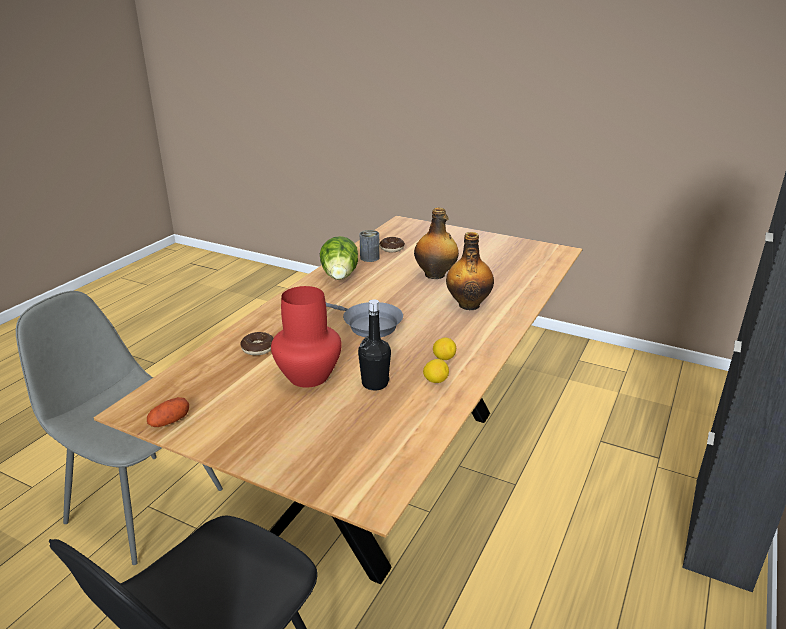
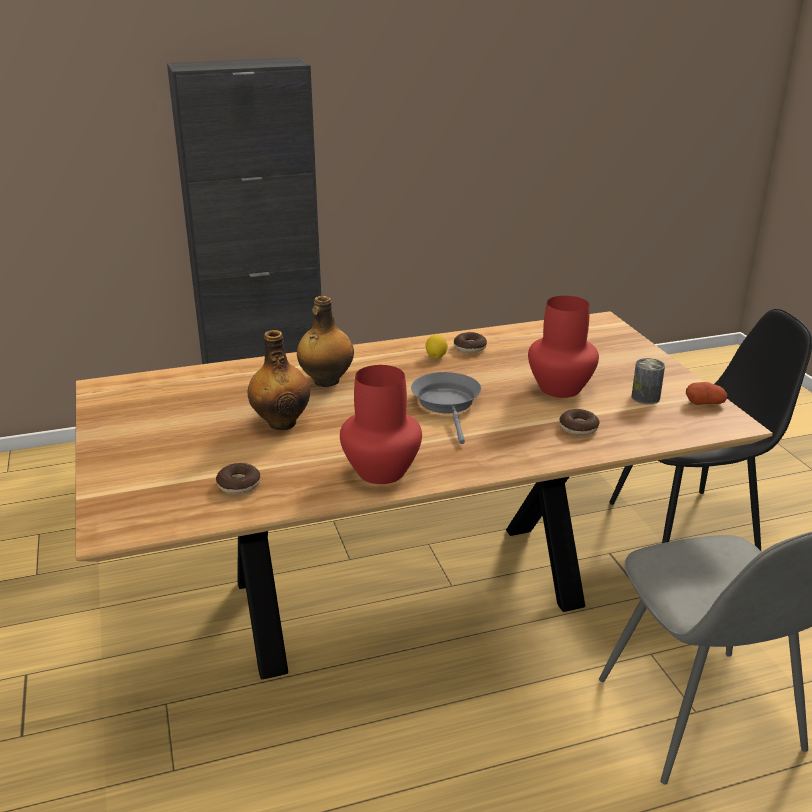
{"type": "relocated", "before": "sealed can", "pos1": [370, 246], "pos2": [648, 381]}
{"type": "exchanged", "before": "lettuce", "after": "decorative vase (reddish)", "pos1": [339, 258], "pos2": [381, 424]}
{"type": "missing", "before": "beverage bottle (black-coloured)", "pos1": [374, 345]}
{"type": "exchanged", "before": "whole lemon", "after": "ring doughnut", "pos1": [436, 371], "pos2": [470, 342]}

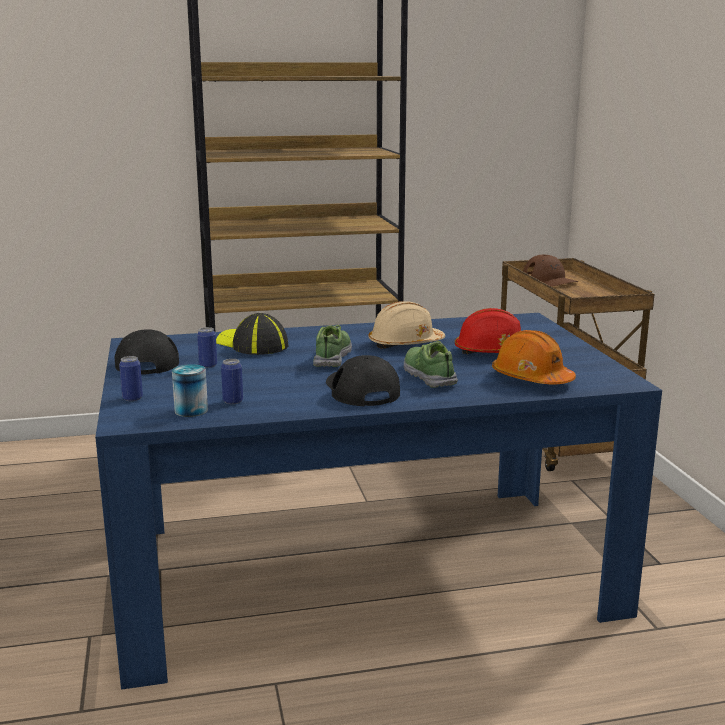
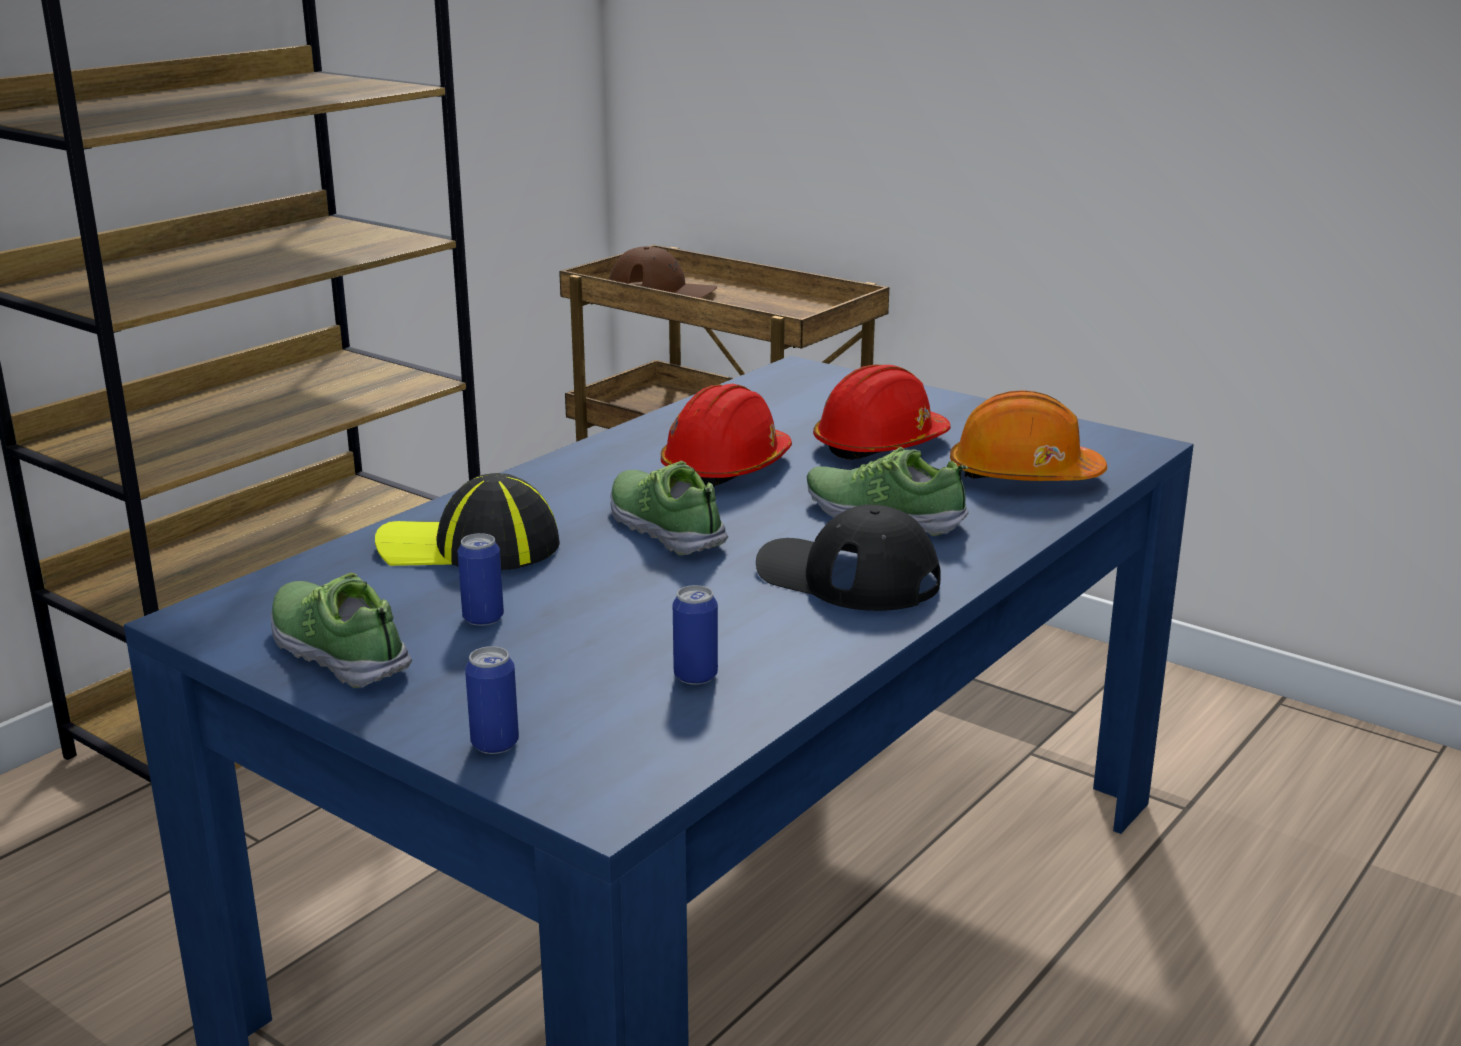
{"type": "colour", "before": "safety helmet (sand-coloured)", "after": "safety helmet (reddish)", "pos1": [406, 325], "pos2": [726, 435]}
{"type": "exchanged", "before": "peaked cap (black-coloured)", "after": "shoe", "pos1": [146, 352], "pos2": [341, 630]}
{"type": "missing", "before": "sealed can", "pos1": [190, 390]}

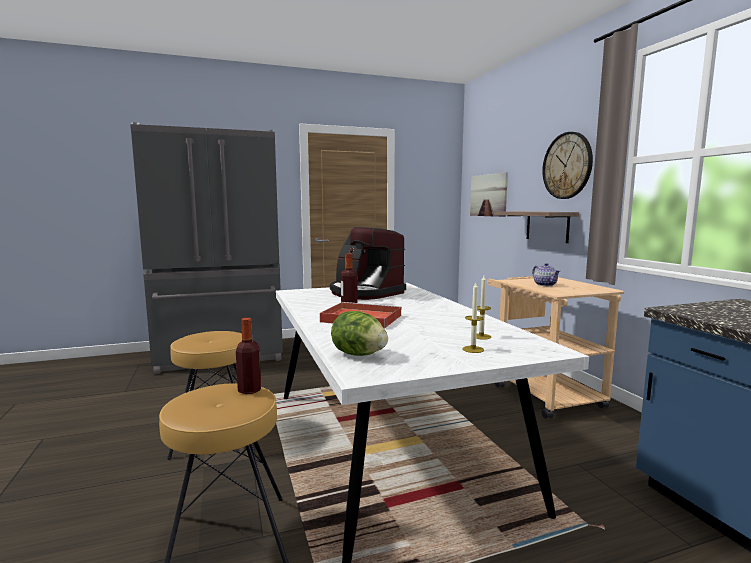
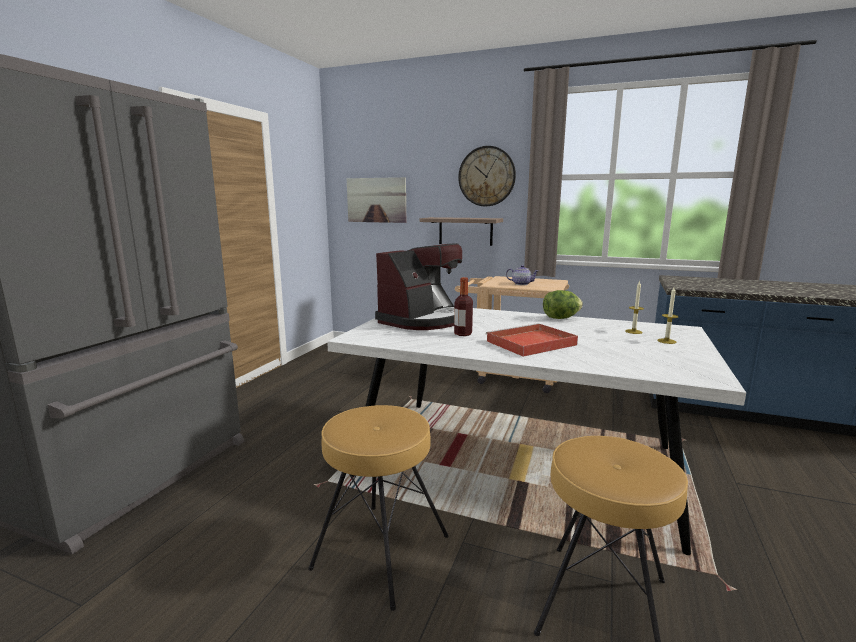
{"type": "spun", "before": "coffee maker", "pos1": [368, 263], "pos2": [418, 286], "turn": -45}
{"type": "relocated", "before": "lettuce", "pos1": [359, 333], "pos2": [563, 304]}
{"type": "missing", "before": "beverage bottle", "pos1": [248, 356]}

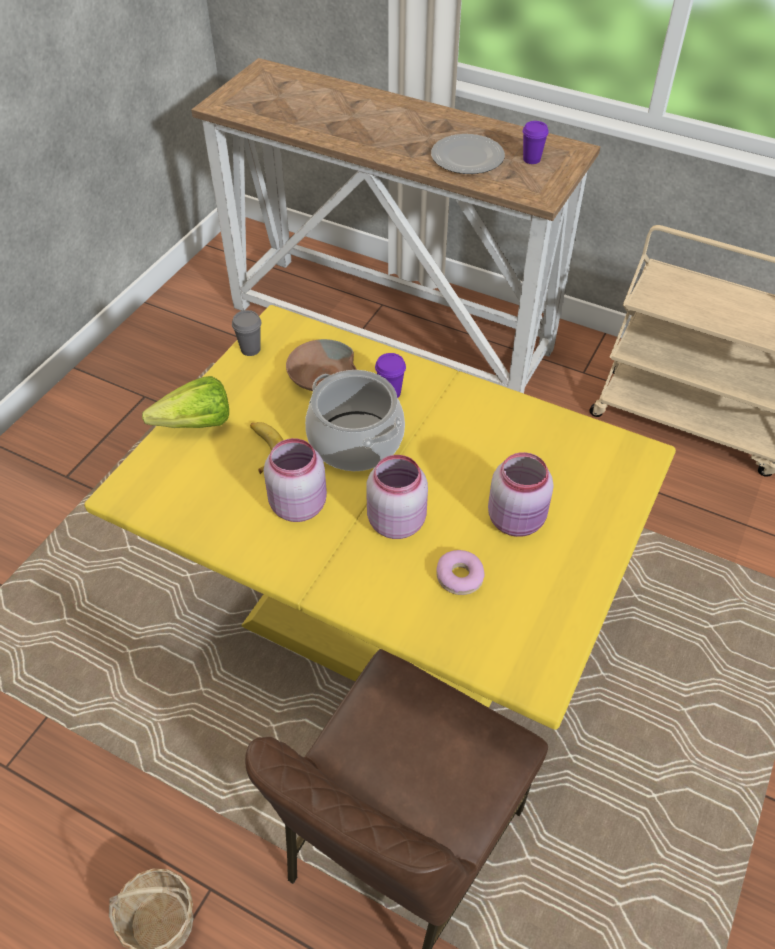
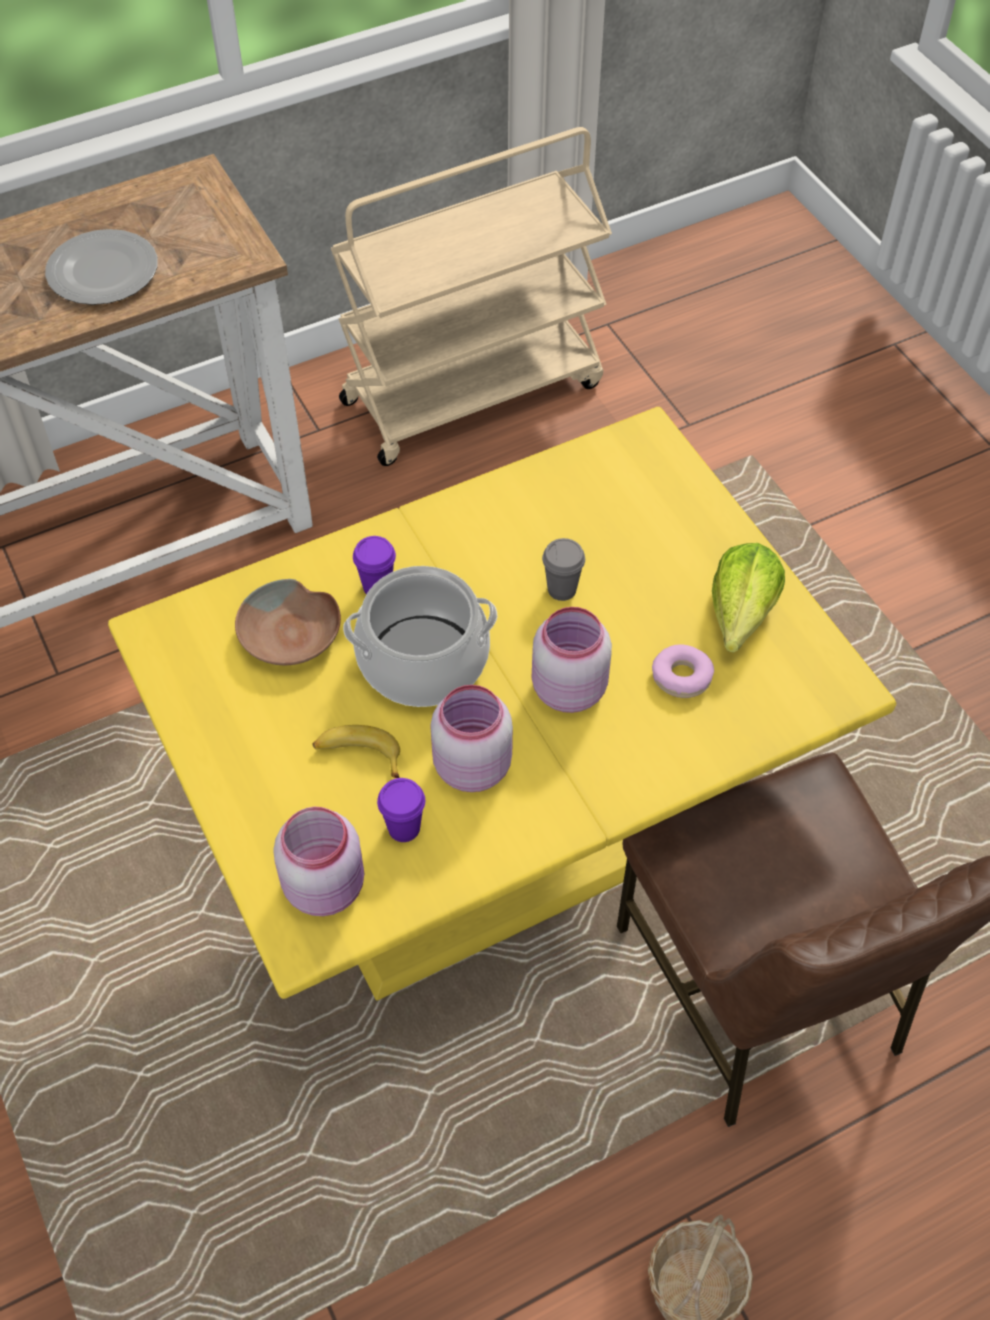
{"type": "relocated", "before": "small cup (purplish)", "pos1": [536, 142], "pos2": [401, 810]}
{"type": "relocated", "before": "small cup (greyish)", "pos1": [247, 333], "pos2": [563, 569]}
{"type": "relocated", "before": "lettuce", "pos1": [185, 402], "pos2": [748, 598]}
{"type": "relocated", "before": "preserve jar (pink-coloured)", "pos1": [521, 494], "pos2": [318, 861]}

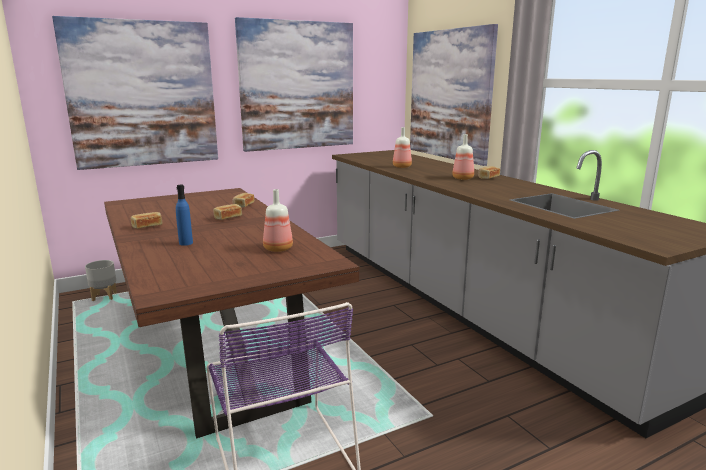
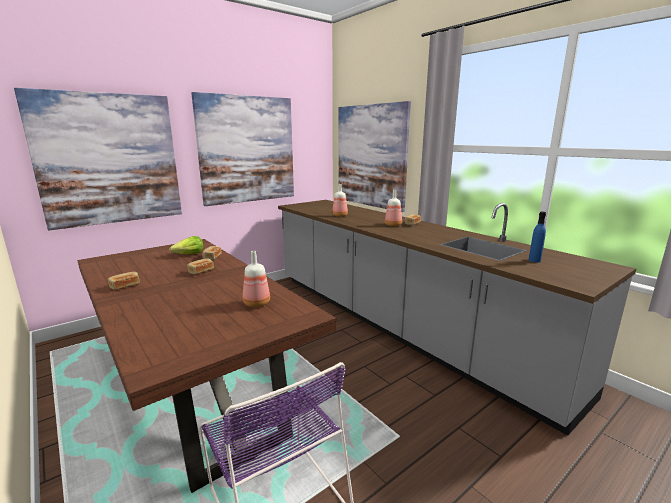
{"type": "relocated", "before": "beverage bottle (blue-coloured)", "pos1": [184, 215], "pos2": [537, 237]}
{"type": "missing", "before": "flower pot (greyish)", "pos1": [101, 280]}
{"type": "appeared", "after": "lettuce", "pos2": [186, 245]}

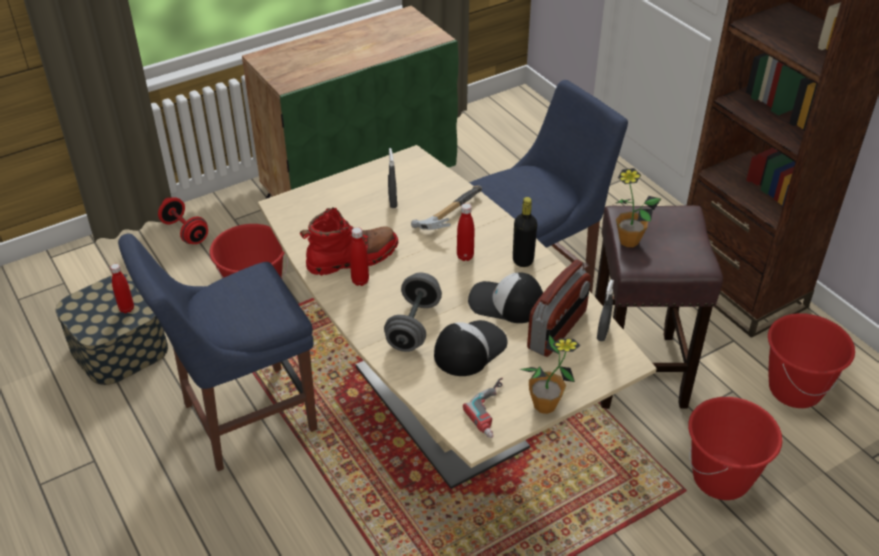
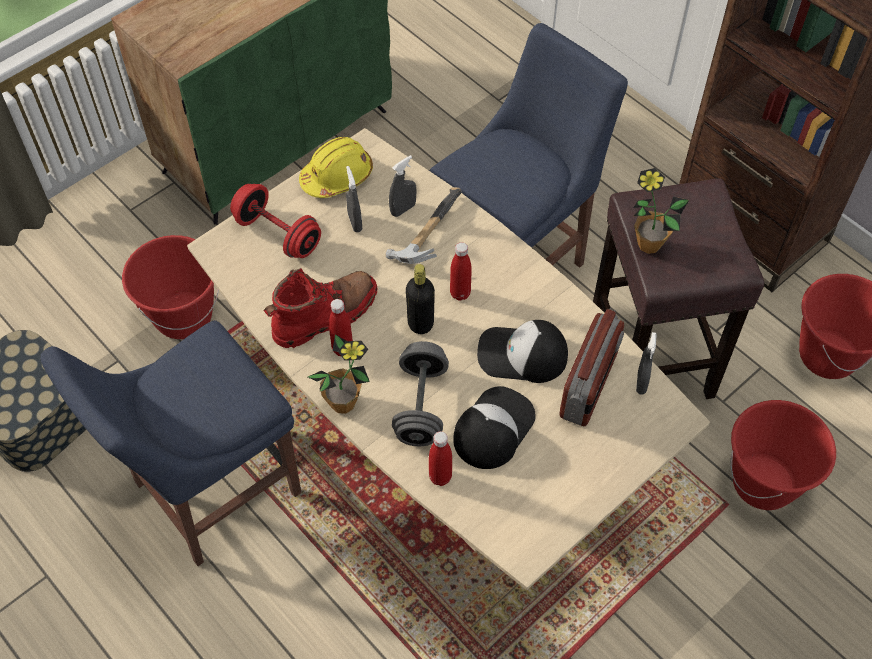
{"type": "relocated", "before": "dumbbell (reddish)", "pos1": [183, 220], "pos2": [275, 221]}
{"type": "relocated", "before": "beverage bottle (black-coloured)", "pos1": [525, 232], "pos2": [420, 299]}
{"type": "relocated", "before": "beverage bottle (reddish)", "pos1": [122, 288], "pos2": [440, 458]}
{"type": "relocated", "before": "houseplant", "pos1": [550, 374], "pos2": [339, 373]}
{"type": "missing", "before": "electric drill", "pos1": [483, 408]}
{"type": "appeared", "after": "safety helmet (yellowish)", "pos2": [336, 167]}
{"type": "appeared", "after": "sprayer (greyish)", "pos2": [402, 186]}

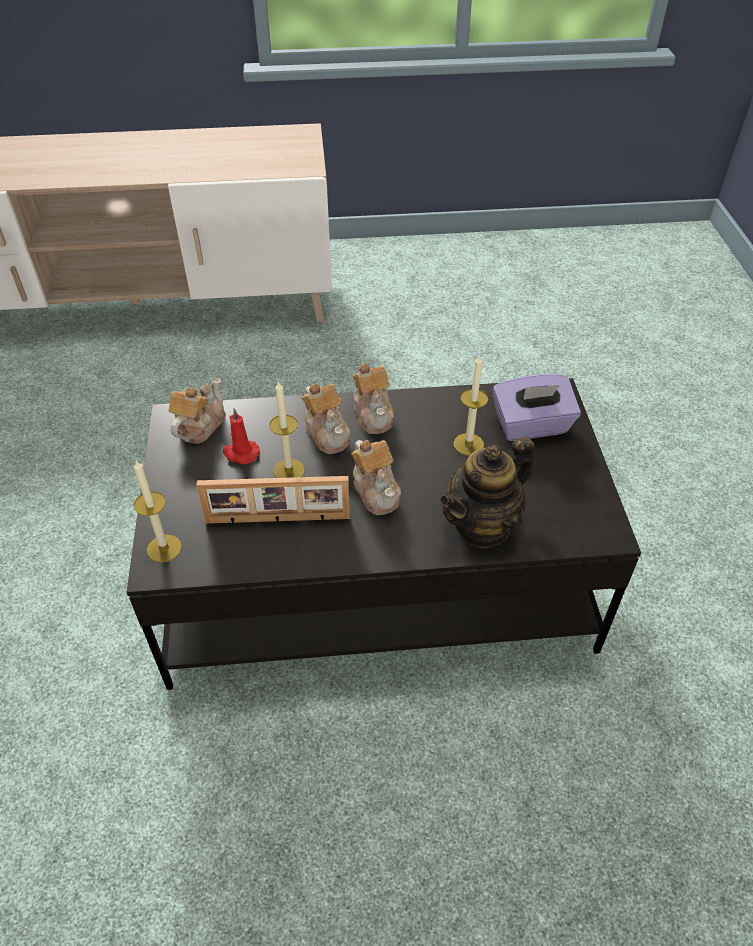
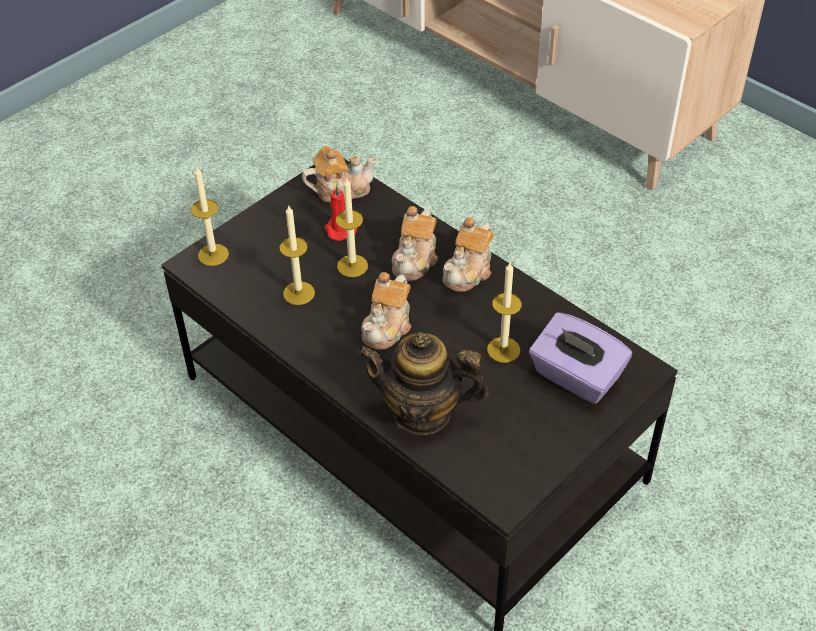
{"type": "exchanged", "before": "standing frame", "after": "wax light", "pos1": [273, 500], "pos2": [297, 255]}

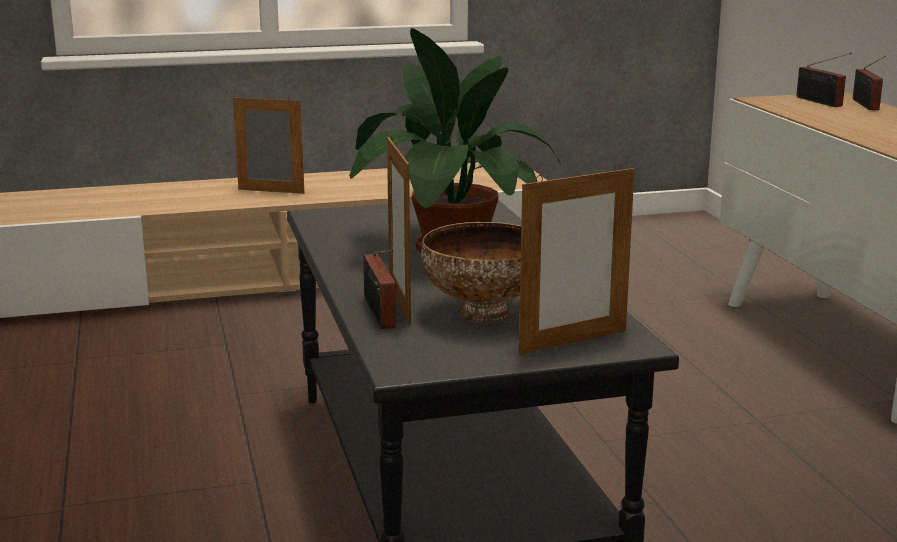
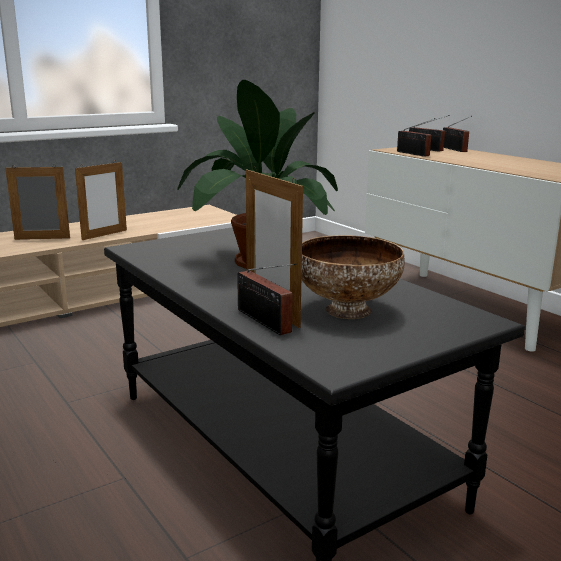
{"type": "relocated", "before": "standing frame", "pos1": [577, 259], "pos2": [101, 200]}
{"type": "appeared", "after": "radio set", "pos2": [416, 137]}

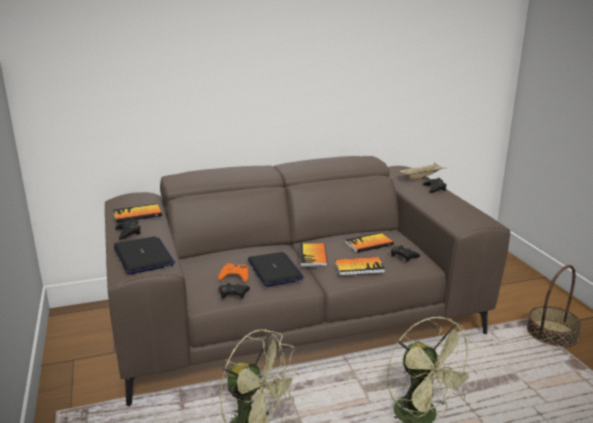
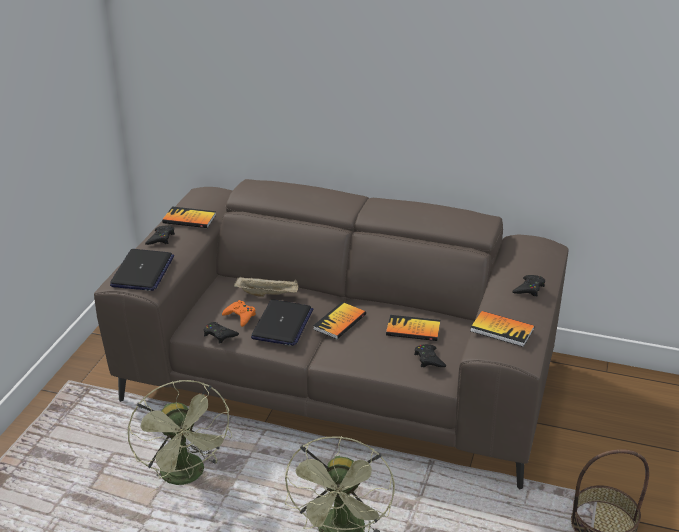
{"type": "relocated", "before": "serving tray (sand-coloured)", "pos1": [421, 171], "pos2": [266, 286]}
{"type": "relocated", "before": "book", "pos1": [360, 266], "pos2": [502, 329]}

